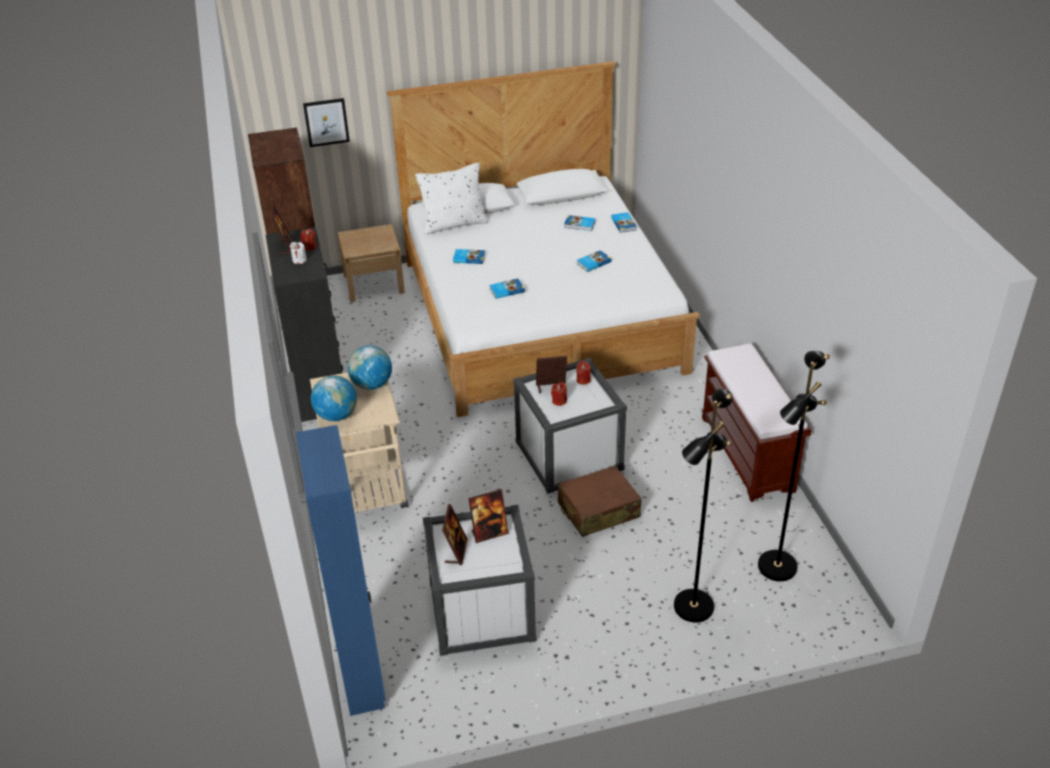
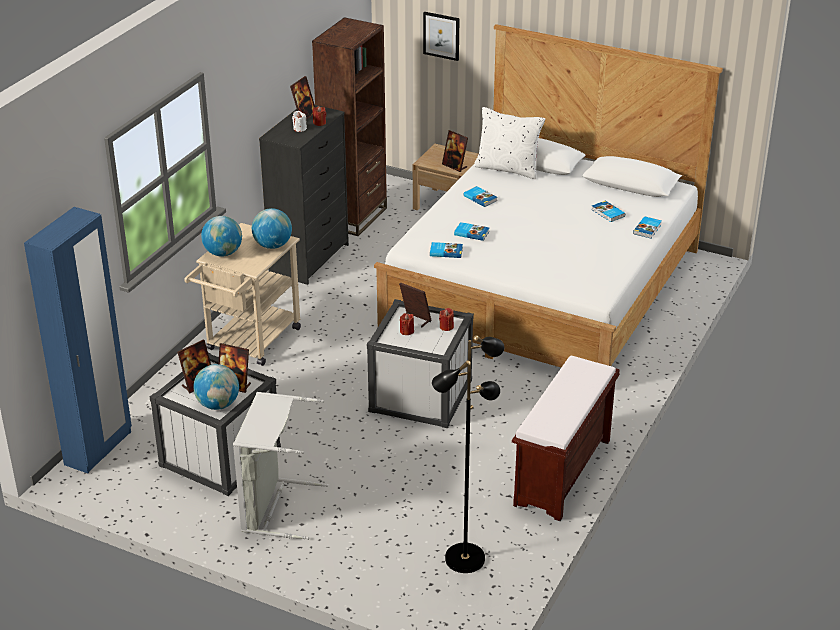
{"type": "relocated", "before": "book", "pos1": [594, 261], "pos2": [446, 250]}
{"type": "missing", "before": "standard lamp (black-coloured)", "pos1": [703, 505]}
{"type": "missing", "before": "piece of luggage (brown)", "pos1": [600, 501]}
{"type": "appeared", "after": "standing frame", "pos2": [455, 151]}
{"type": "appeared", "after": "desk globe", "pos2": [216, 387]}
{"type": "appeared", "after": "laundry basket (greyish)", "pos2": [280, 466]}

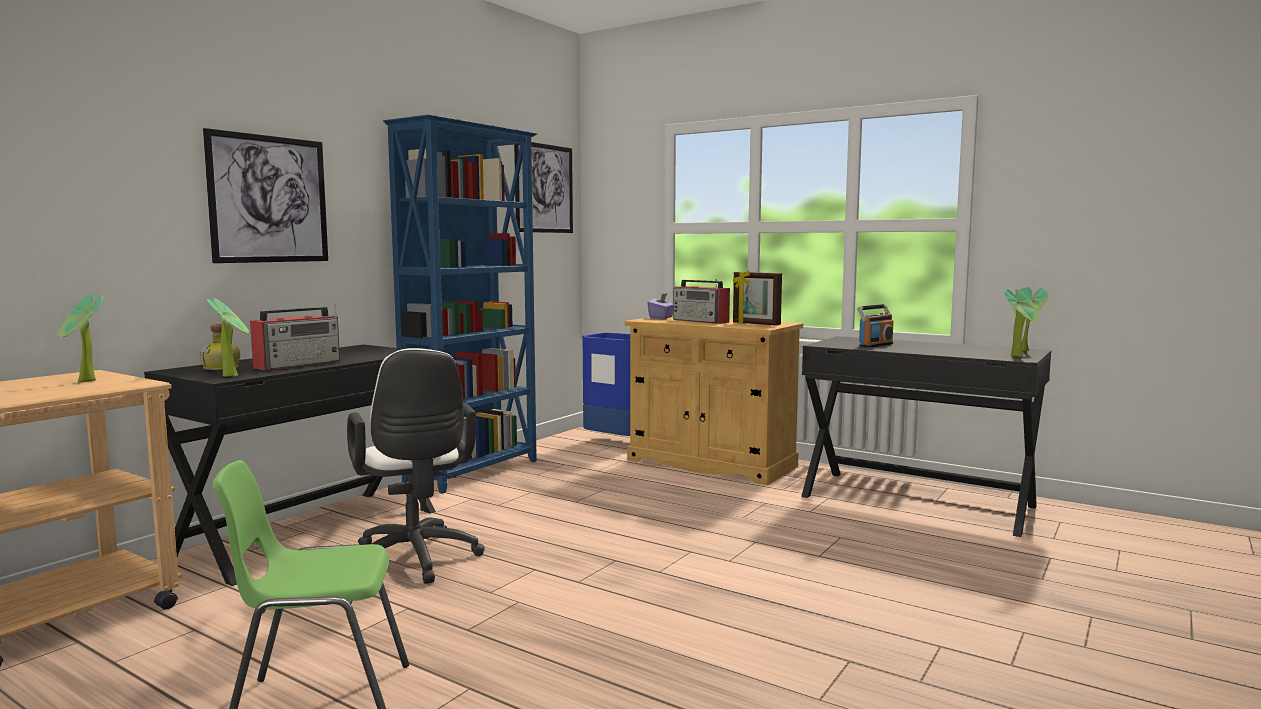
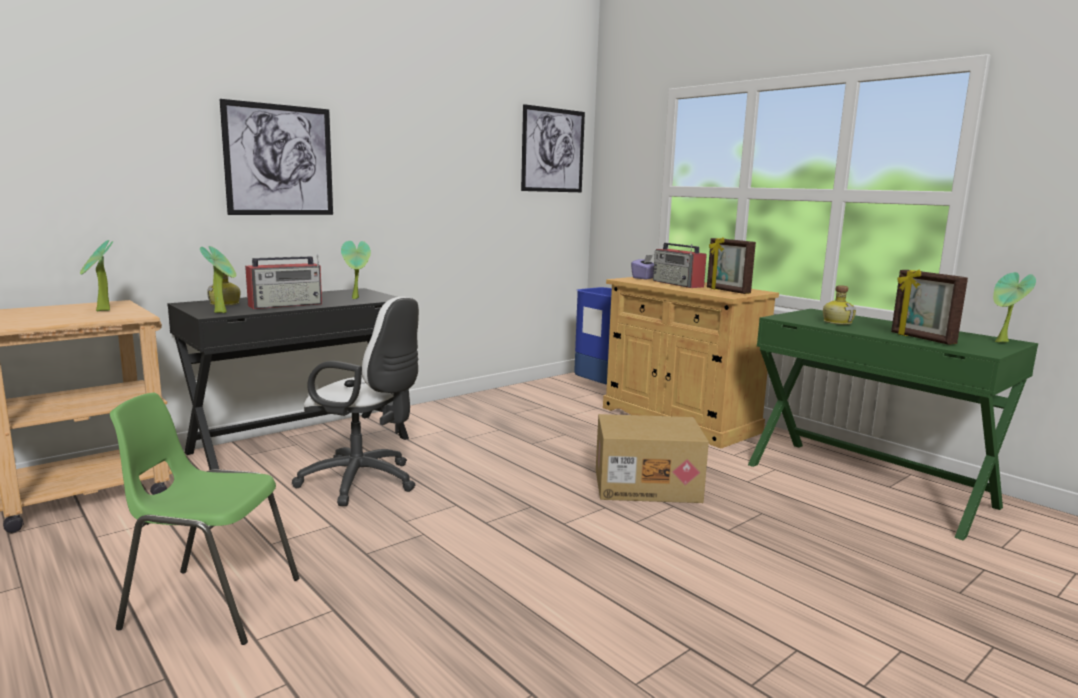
{"type": "missing", "before": "shelving unit (blue-coloured)", "pos1": [460, 304]}
{"type": "relocated", "before": "houseplant", "pos1": [1022, 323], "pos2": [356, 270]}
{"type": "exchanged", "before": "radio set", "after": "beverage bottle", "pos1": [875, 326], "pos2": [839, 305]}
{"type": "colour", "before": "desk table (black-coloured)", "after": "desk table (green-coloured)", "pos1": [926, 436], "pos2": [893, 424]}
{"type": "spun", "before": "desk chair (whitish)", "pos1": [416, 466], "pos2": [355, 401], "turn": -60}
{"type": "appeared", "after": "standing frame", "pos2": [929, 307]}
{"type": "appeared", "after": "packing box", "pos2": [652, 458]}

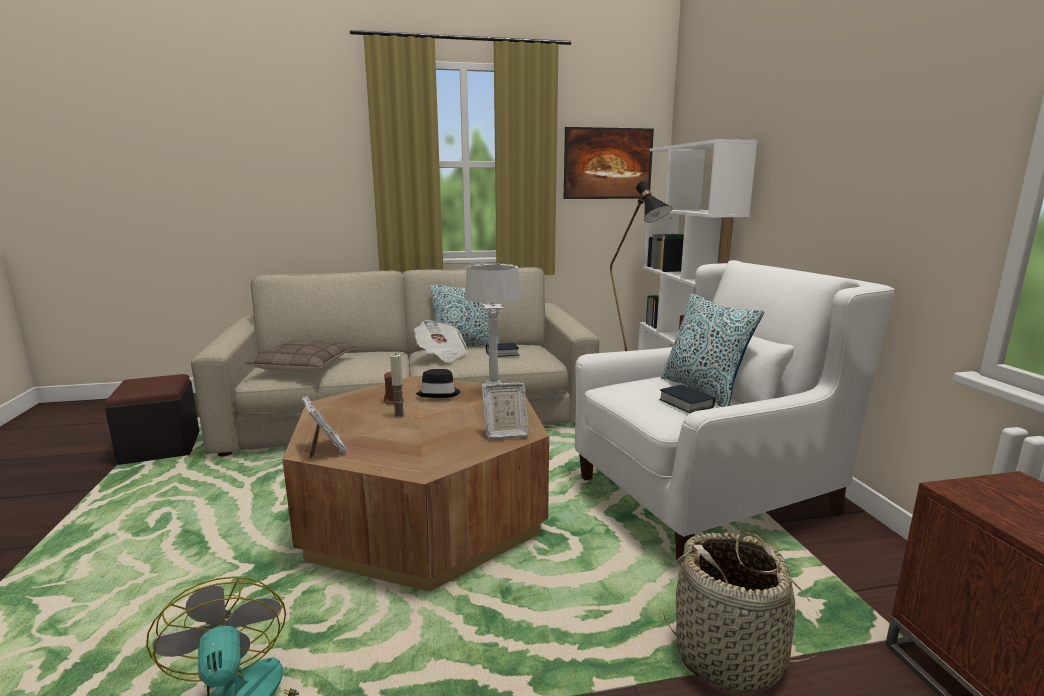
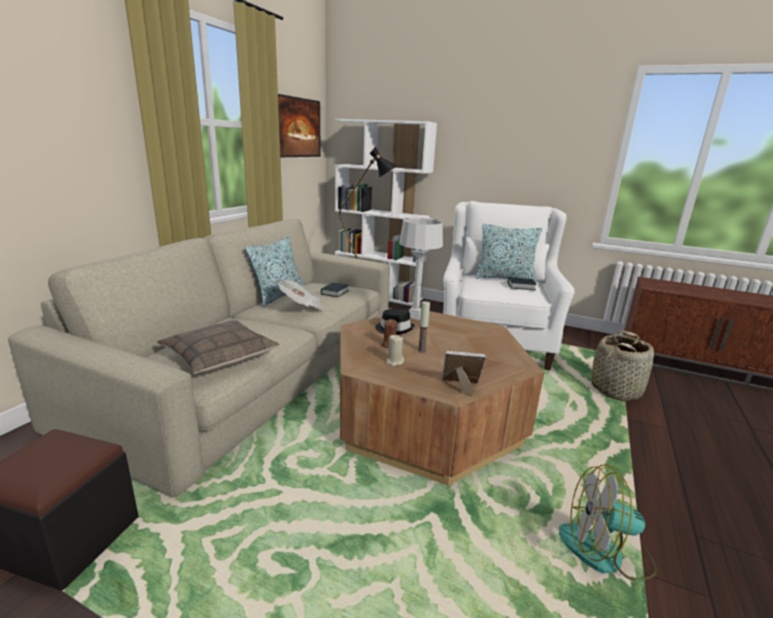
{"type": "missing", "before": "standing frame", "pos1": [504, 411]}
{"type": "appeared", "after": "wax light (sand-coloured)", "pos2": [395, 350]}

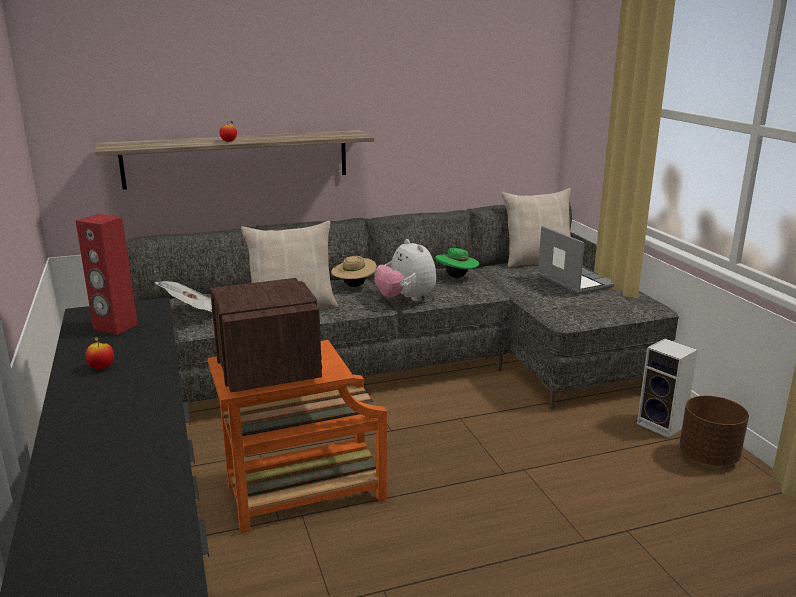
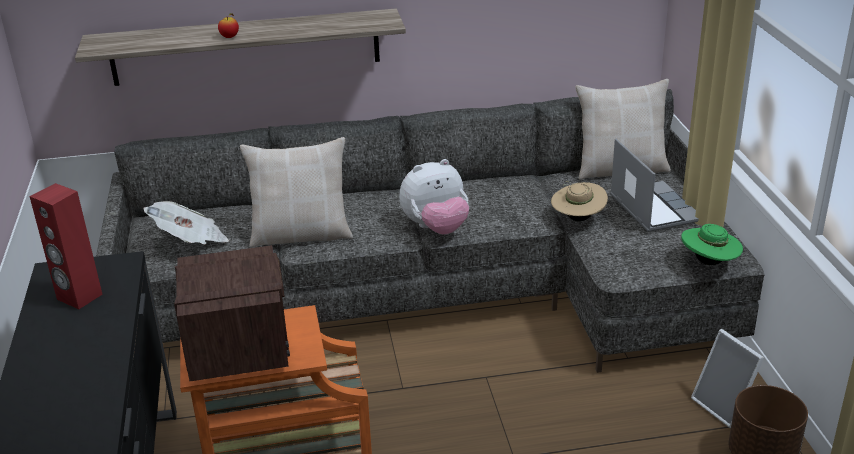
{"type": "spun", "before": "soft toy", "pos1": [405, 270], "pos2": [434, 197], "turn": -90}
{"type": "relocated", "before": "clothing hat (green-coloured)", "pos1": [457, 263], "pos2": [712, 244]}
{"type": "relocated", "before": "clothing hat (sand-coloured)", "pos1": [354, 271], "pos2": [579, 201]}
{"type": "missing", "before": "whole apple", "pos1": [99, 353]}
{"type": "exchanged", "before": "audio speaker", "after": "standing frame", "pos1": [667, 388], "pos2": [727, 378]}

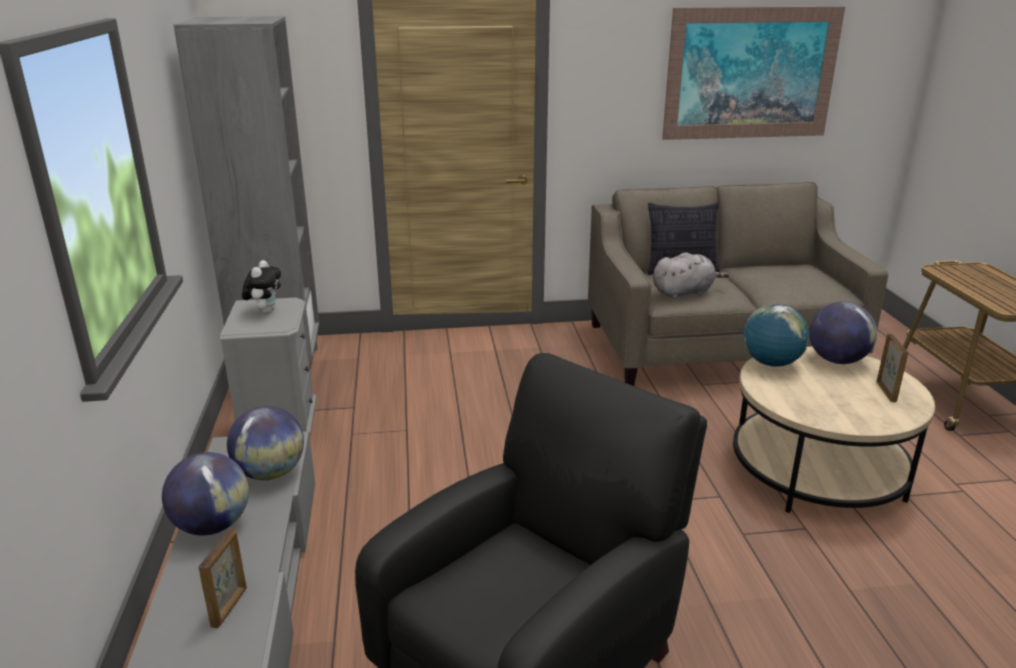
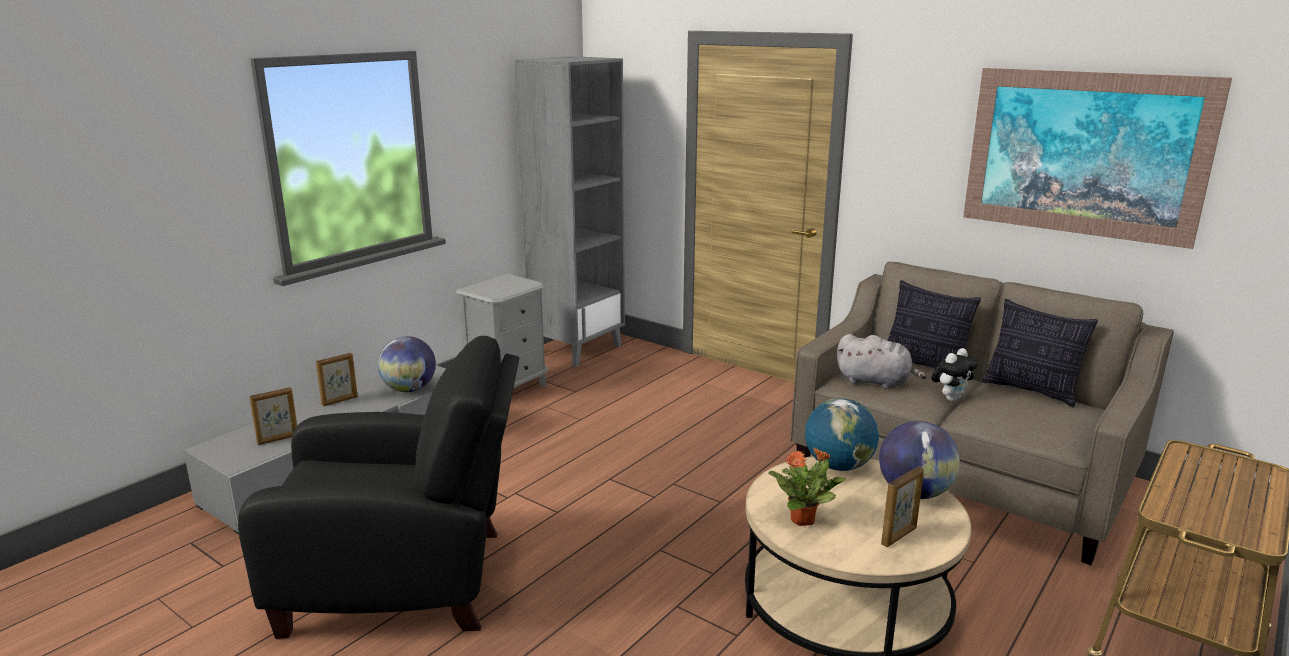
{"type": "relocated", "before": "soft toy", "pos1": [261, 287], "pos2": [955, 374]}
{"type": "exchanged", "before": "desk globe", "after": "standing frame", "pos1": [205, 493], "pos2": [337, 379]}
{"type": "appeared", "after": "pillow", "pos2": [1040, 353]}
{"type": "appeared", "after": "houseplant", "pos2": [807, 486]}

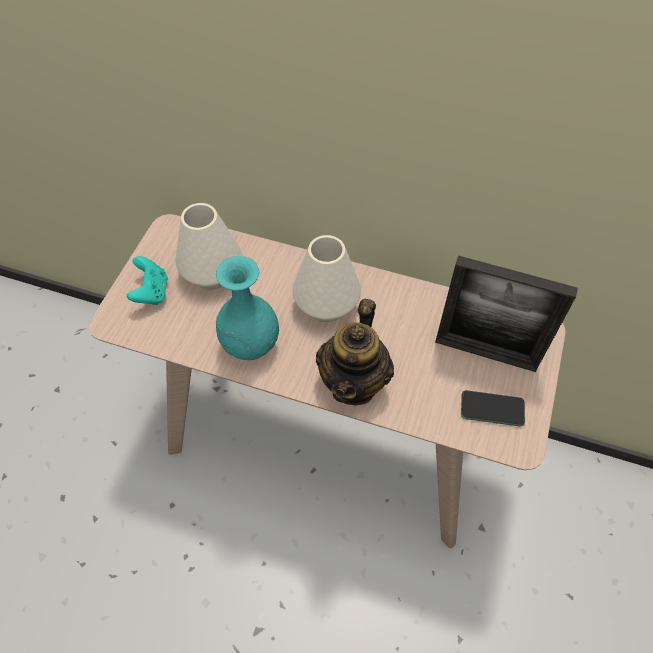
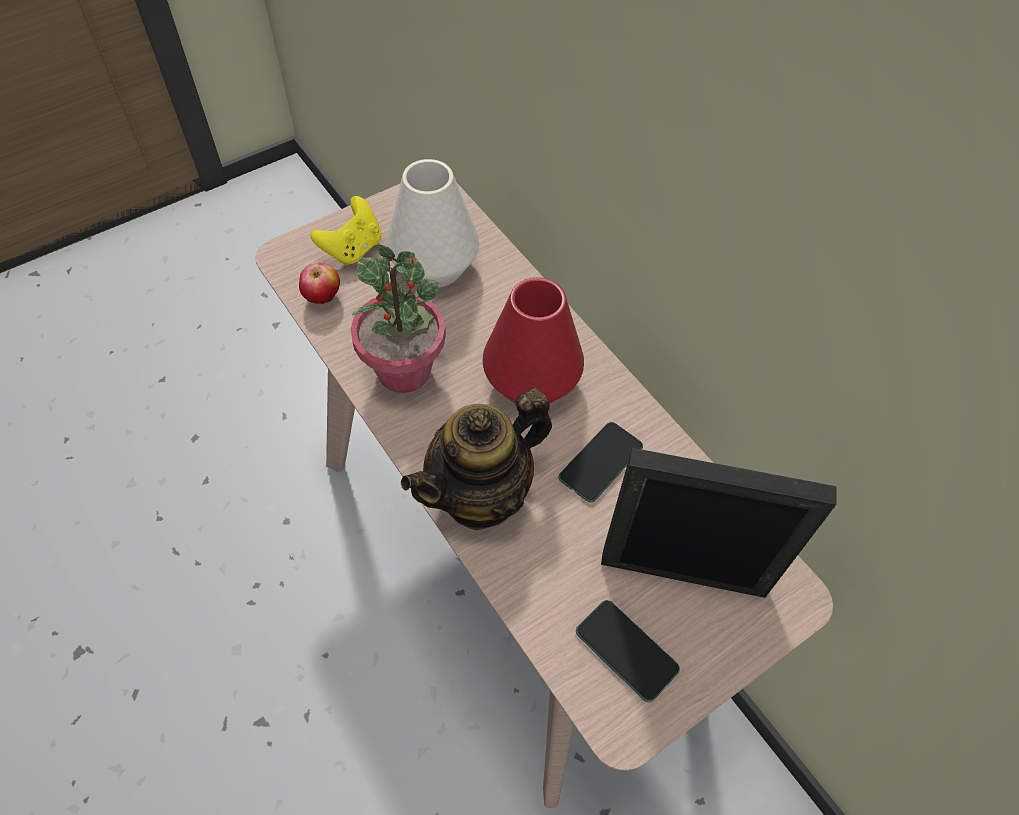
{"type": "colour", "before": "decorative vase (whitish)", "after": "decorative vase (reddish)", "pos1": [327, 278], "pos2": [533, 340]}
{"type": "spun", "before": "standing frame", "pos1": [506, 313], "pos2": [719, 523], "turn": 135}
{"type": "colour", "before": "gamepad (blue-green)", "after": "gamepad (yellowish)", "pos1": [147, 280], "pos2": [345, 231]}
{"type": "exchanged", "before": "decorative vase (blue-green)", "after": "houseplant", "pos1": [247, 308], "pos2": [398, 319]}
{"type": "appeared", "after": "whole apple", "pos2": [319, 283]}
{"type": "appeared", "after": "handset", "pos2": [600, 462]}

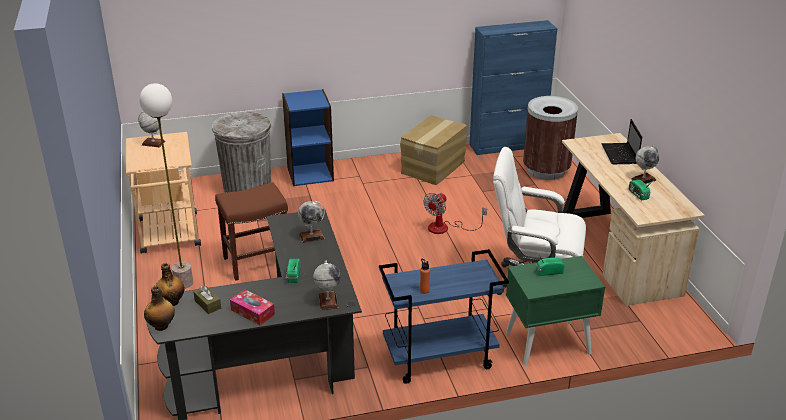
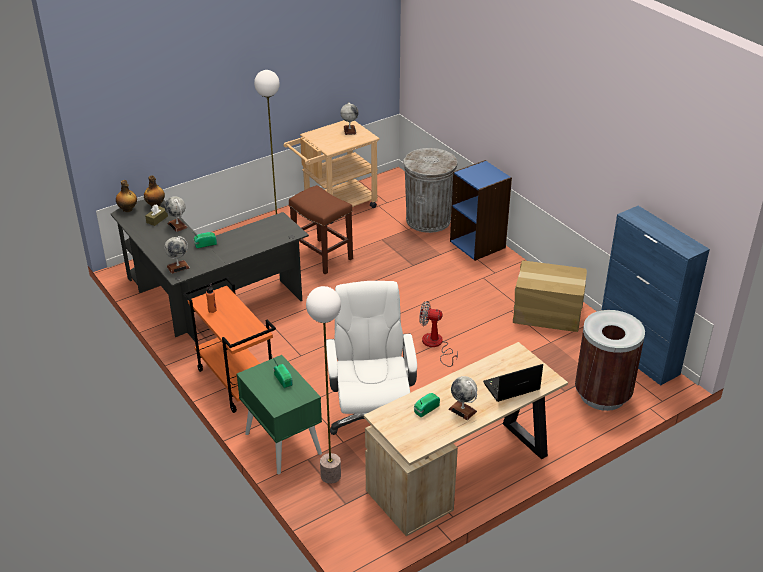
{"type": "relocated", "before": "desk globe", "pos1": [311, 222], "pos2": [176, 214]}
{"type": "colour", "before": "trolley (blue-coloured)", "after": "trolley (orange-coloured)", "pos1": [444, 316], "pos2": [229, 345]}
{"type": "missing", "before": "tissue box", "pos1": [252, 307]}
{"type": "appeared", "after": "standard lamp", "pos2": [323, 385]}

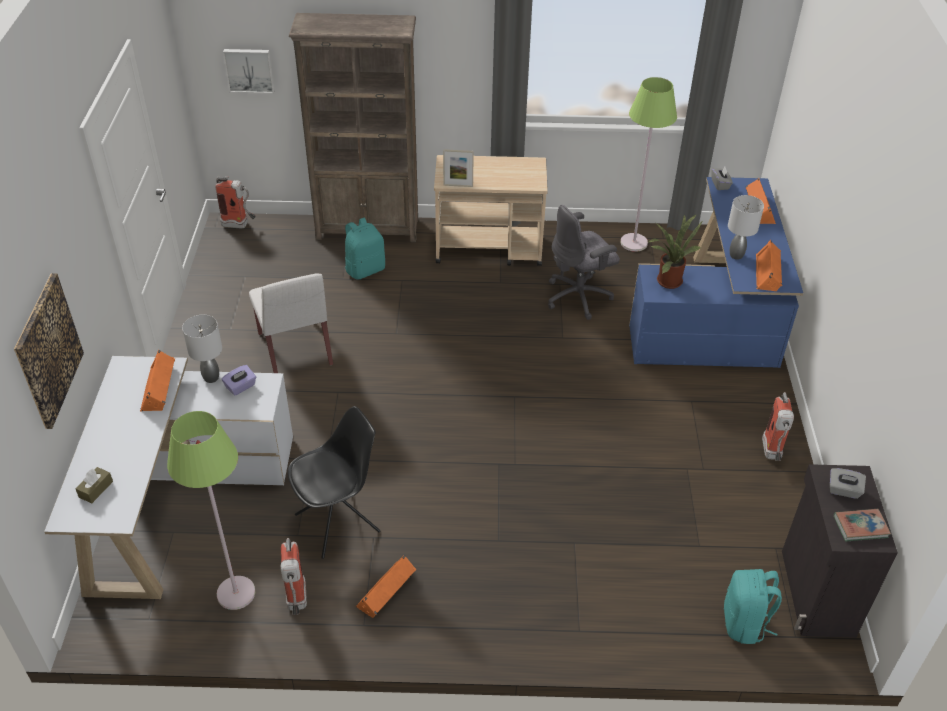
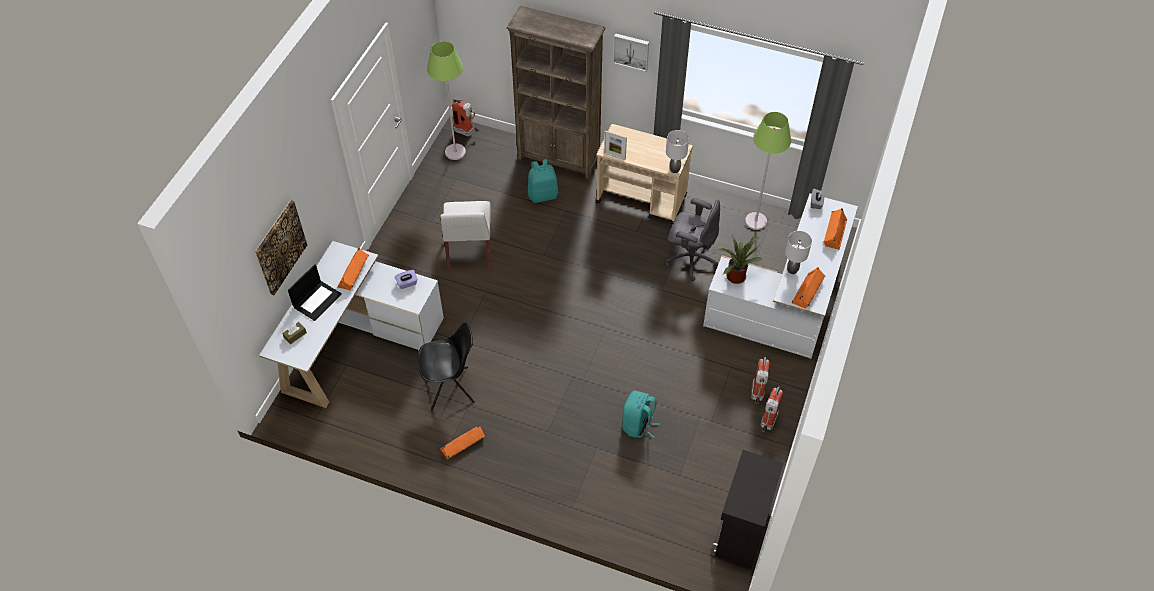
{"type": "relocated", "before": "wall art", "pos1": [249, 71], "pos2": [631, 52]}
{"type": "colour", "before": "desk table (blue-coloured)", "after": "desk table (whitish)", "pos1": [716, 272], "pos2": [780, 276]}
{"type": "spun", "before": "desk chair (greyish)", "pos1": [584, 262], "pos2": [692, 239], "turn": -150}
{"type": "relocated", "before": "table lamp (greyish)", "pos1": [202, 349], "pos2": [677, 151]}
{"type": "relocated", "before": "standard lamp (green-coloured)", "pos1": [211, 510], "pos2": [446, 100]}
{"type": "missing", "before": "tissue box (greyish)", "pos1": [848, 483]}
{"type": "missing", "before": "book", "pos1": [862, 525]}
{"type": "relocated", "before": "fire-fighting cylinder", "pos1": [294, 576], "pos2": [760, 380]}
{"type": "relocated", "before": "backpack (blue-green)", "pos1": [753, 606], "pos2": [640, 414]}
{"type": "appeared", "after": "laptop", "pos2": [315, 292]}

